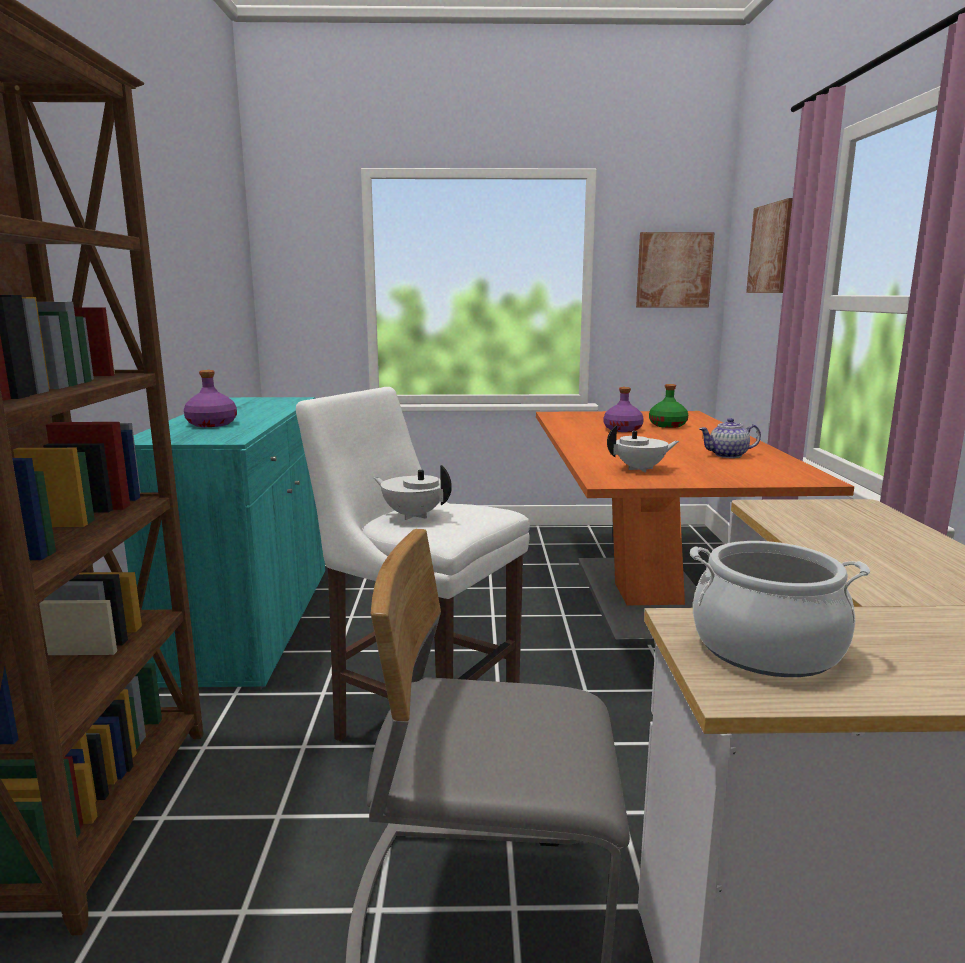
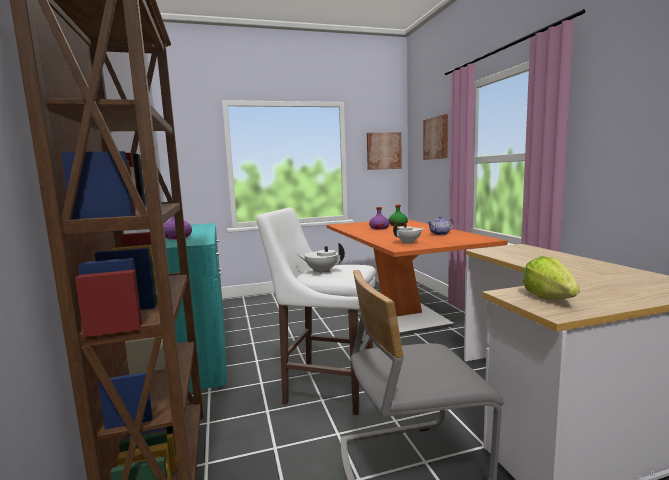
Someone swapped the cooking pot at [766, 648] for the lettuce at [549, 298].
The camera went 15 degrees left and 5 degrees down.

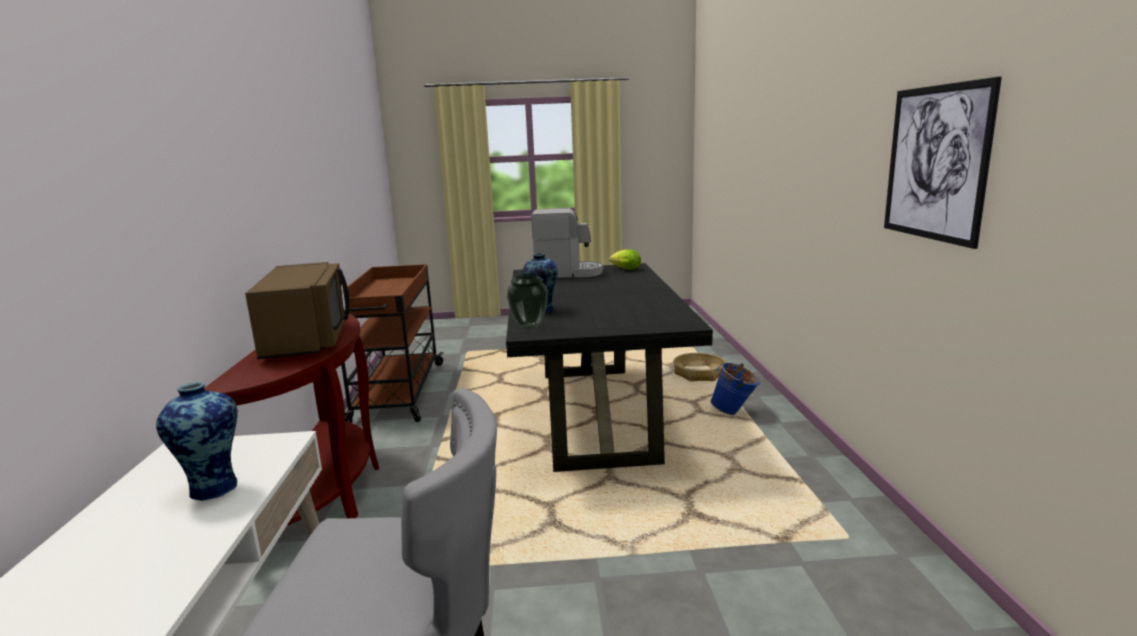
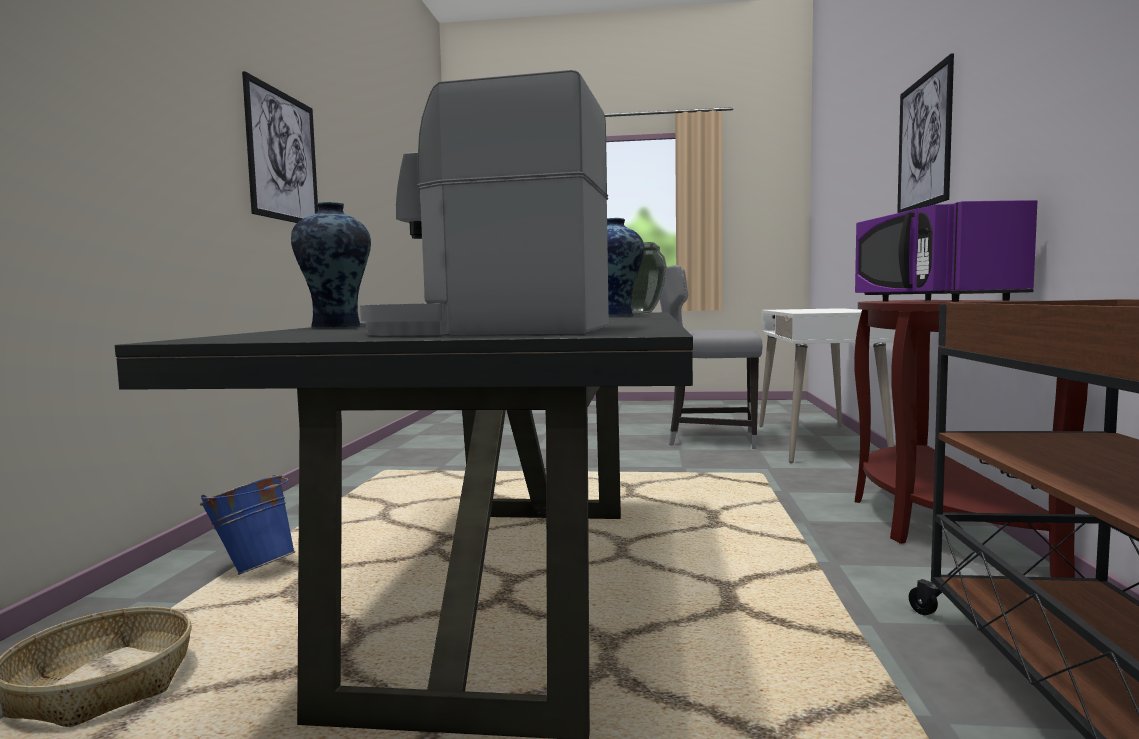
Someone carried the vase from [213, 487] to [336, 327].
Someone repainted the brown microwave at [308, 339], which became the purple microwave at [930, 301].
Someone put up the picture at [924, 142].
Someone took away the lettuce at [624, 269].
The camera went 170 degrees left and 10 degrees down.

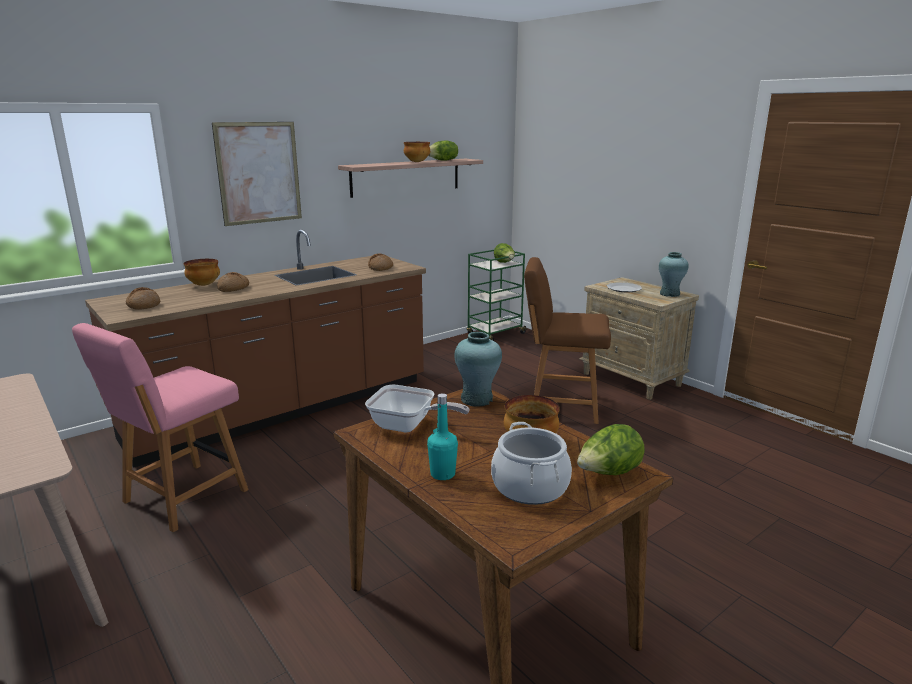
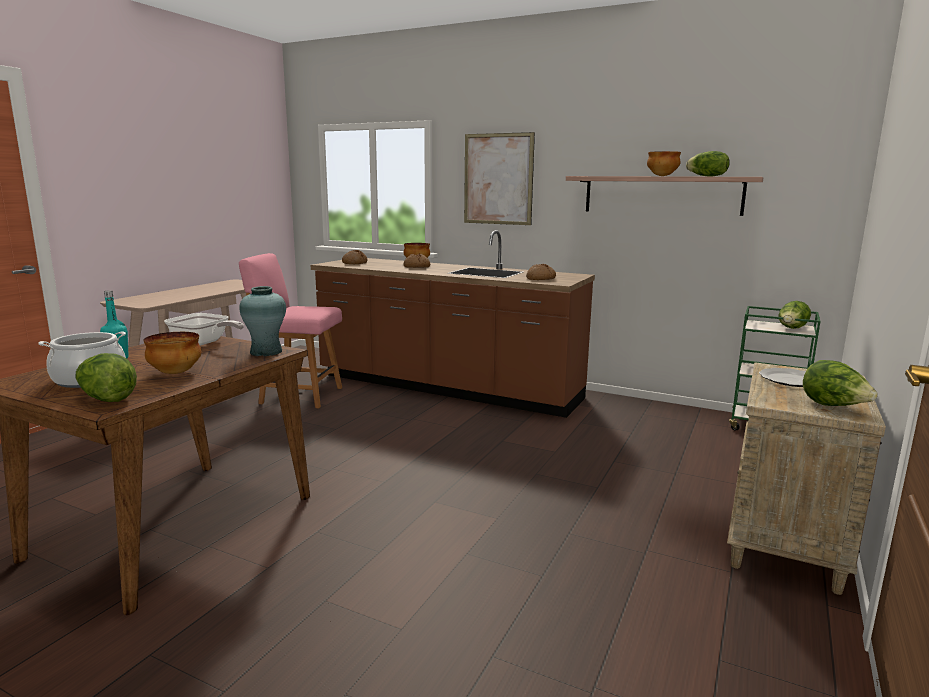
Someone rotated the frying pan at [408, 426] by 60 degrees counterclockwise.
Someone swapped the turquoise vase at [670, 294] for the lettuce at [834, 406].
Someone took away the brown chair at [560, 406].
The camera went 65 degrees right and 5 degrees down.

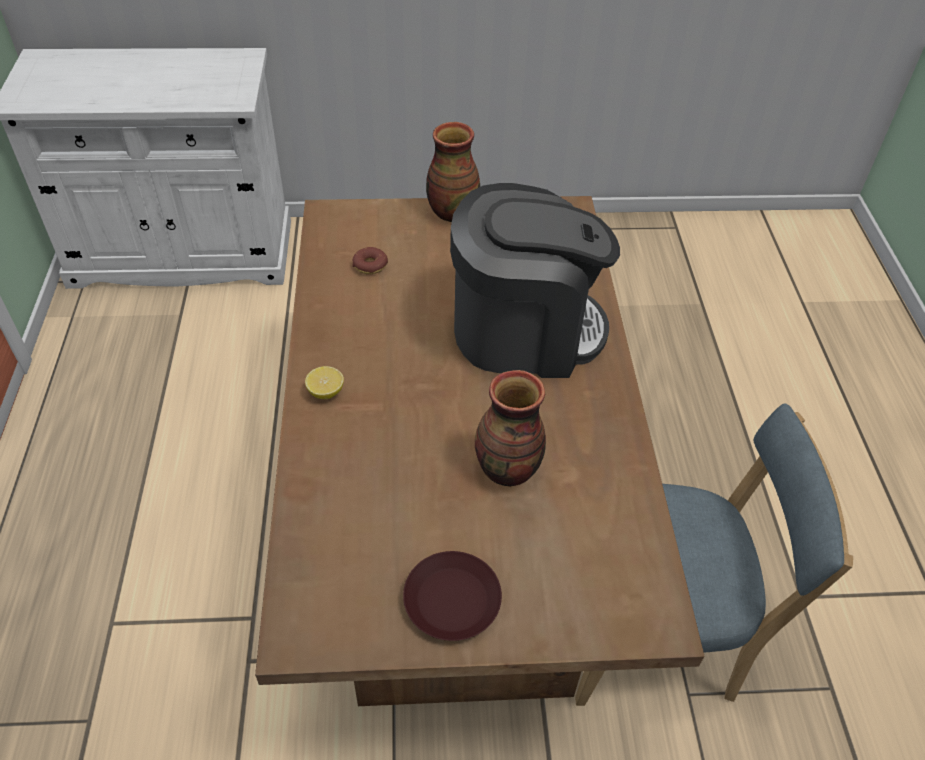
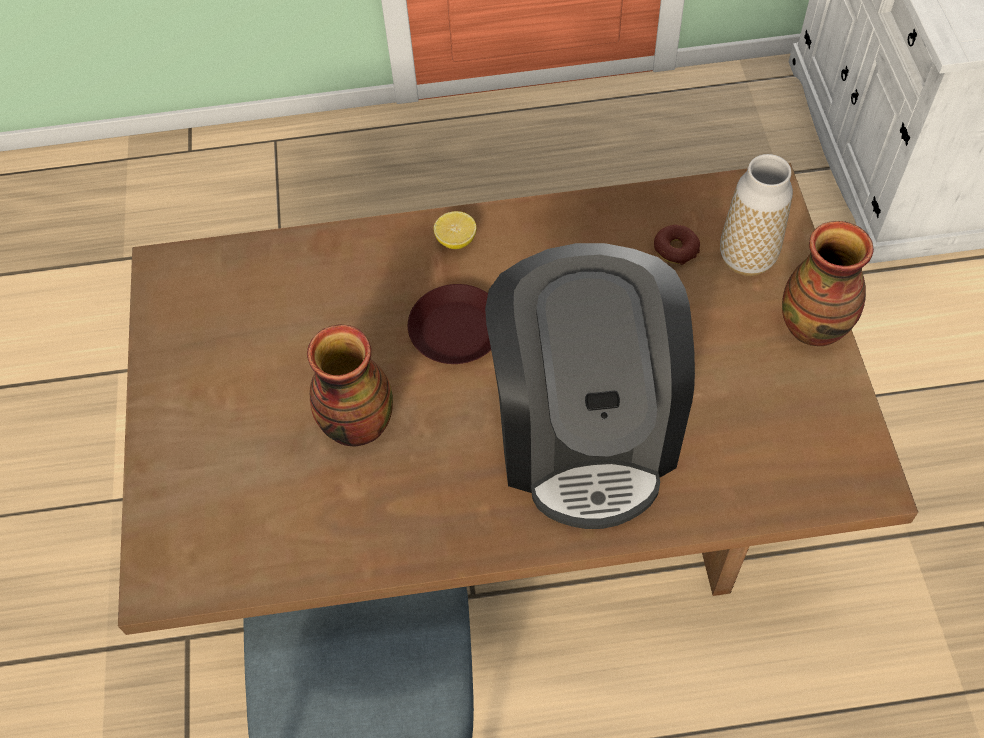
Someone carried the brown plate from [453, 600] to [456, 331].
Someone put down the vase at [746, 258].
The camera went 90 degrees right and 10 degrees up.

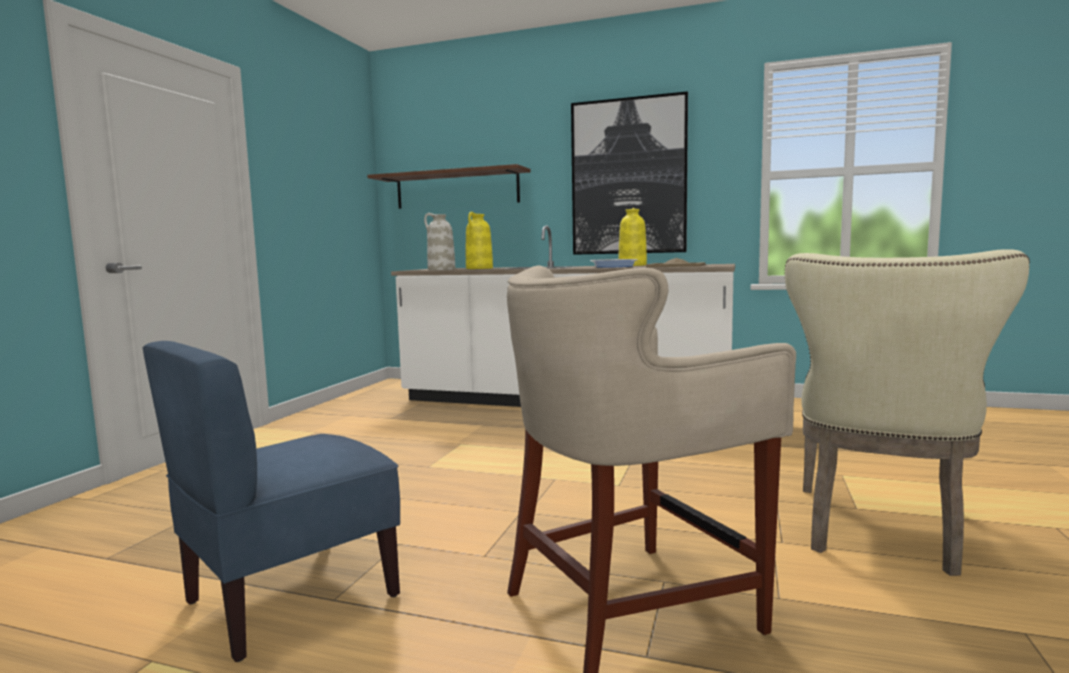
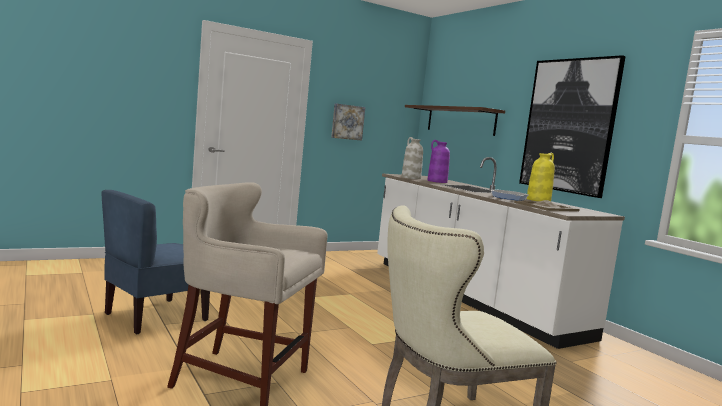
Someone rotated the blue chair at [290, 598] by 45 degrees counterclockwise.
Someone put up the picture at [347, 122].
Someone repainted the yellow vase at [479, 268], which became the purple vase at [437, 181].
The camera went 40 degrees right and 0 degrees up.

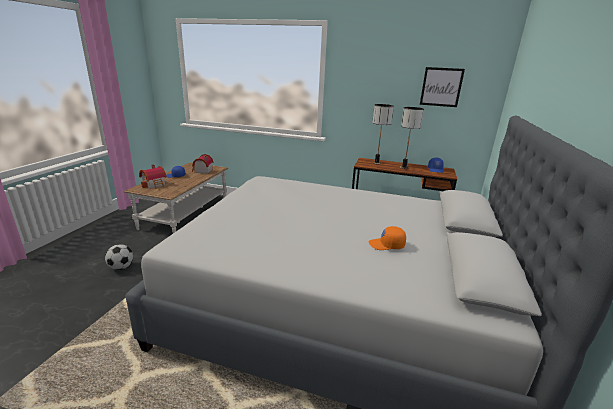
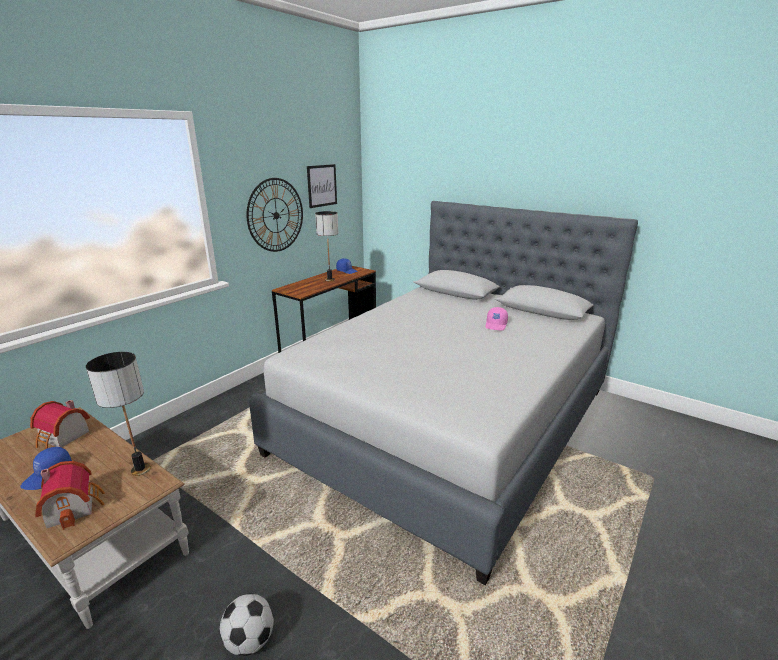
Someone carried the table lamp from [376, 163] to [140, 469].
Someone put up the wall clock at [276, 215].
Someone repainted the orange cap at [386, 245], which became the pink cap at [496, 325].
The camera went 70 degrees left and 0 degrees up.

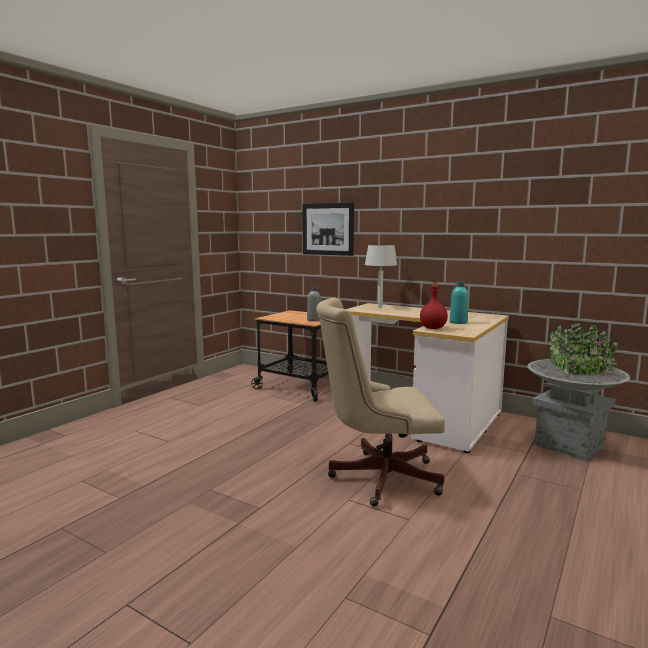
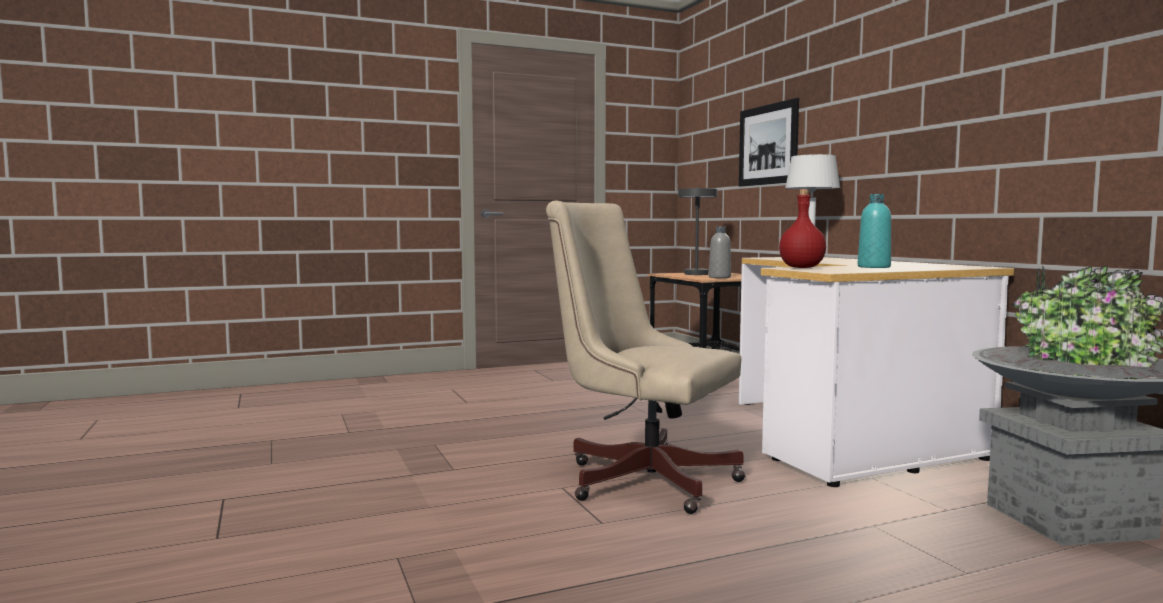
Someone put down the grey table lamp at [698, 274].
The camera went 35 degrees right and 5 degrees down.

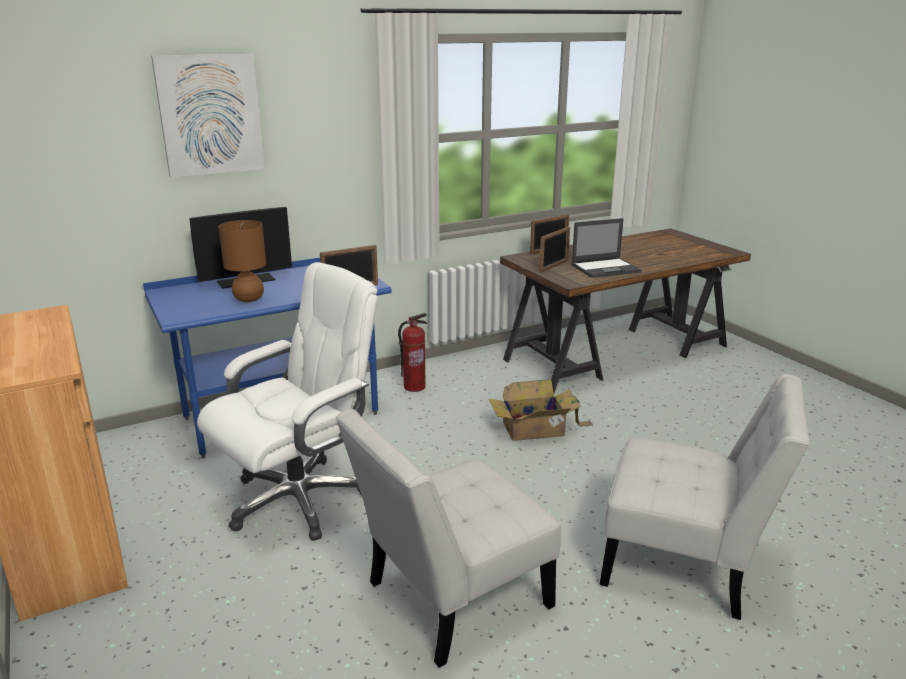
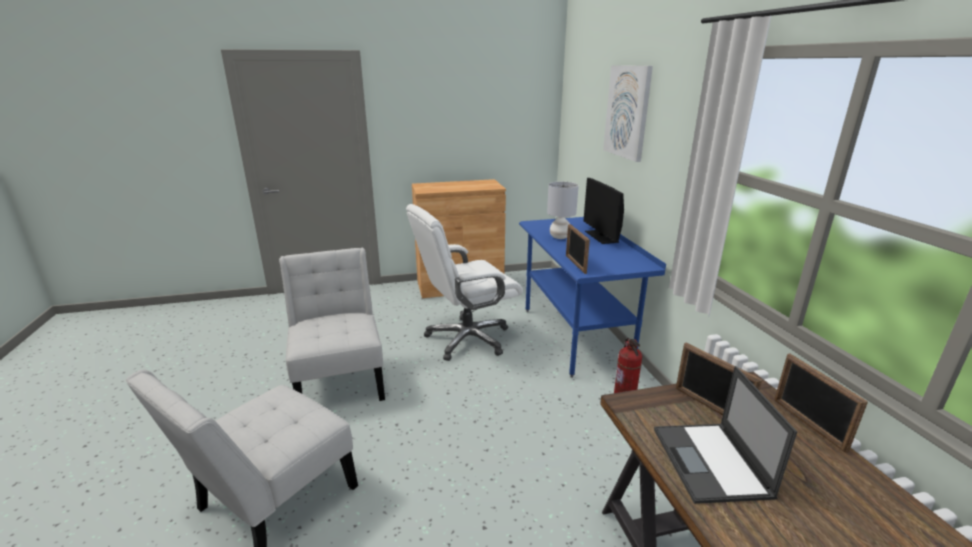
Someone rotated the white office chair at [299, 498] by 90 degrees clockwise.
Someone repainted the brown table lamp at [248, 299], which became the grey table lamp at [560, 237].
Someone took away the cardboard box at [536, 429].
The camera went 105 degrees right and 0 degrees up.

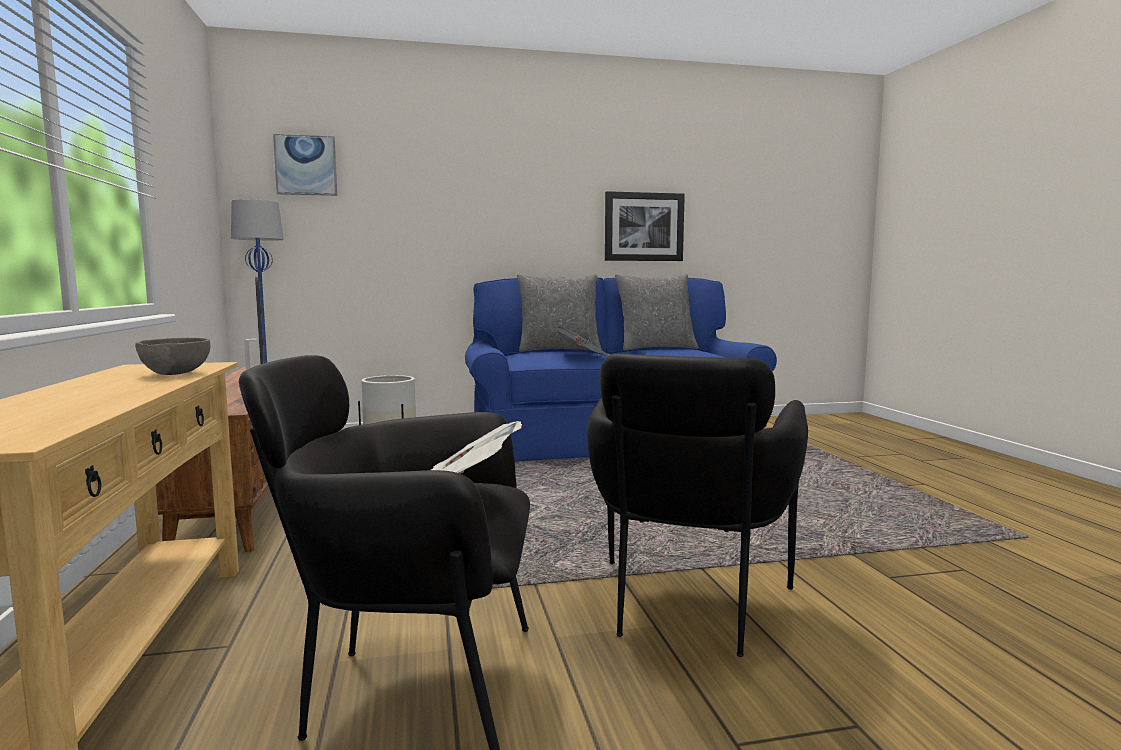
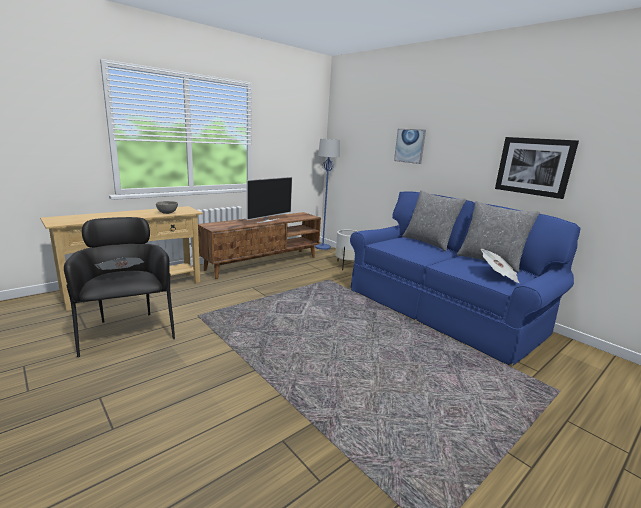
Someone carried the picture from [306, 165] to [410, 146].
Someone carried the newspaper from [582, 356] to [498, 276].
Someone took away the black armchair at [687, 611].
The camera went 60 degrees right and 10 degrees up.

